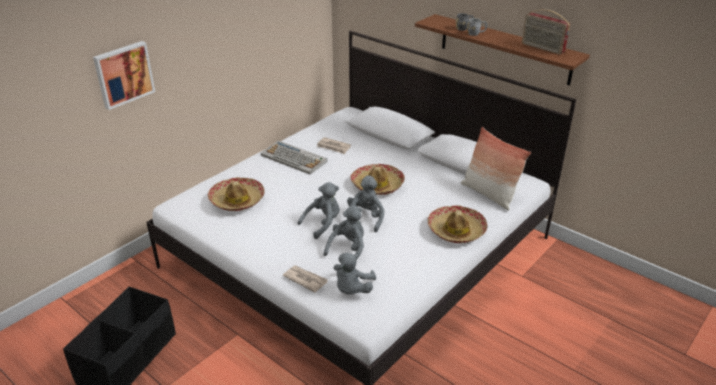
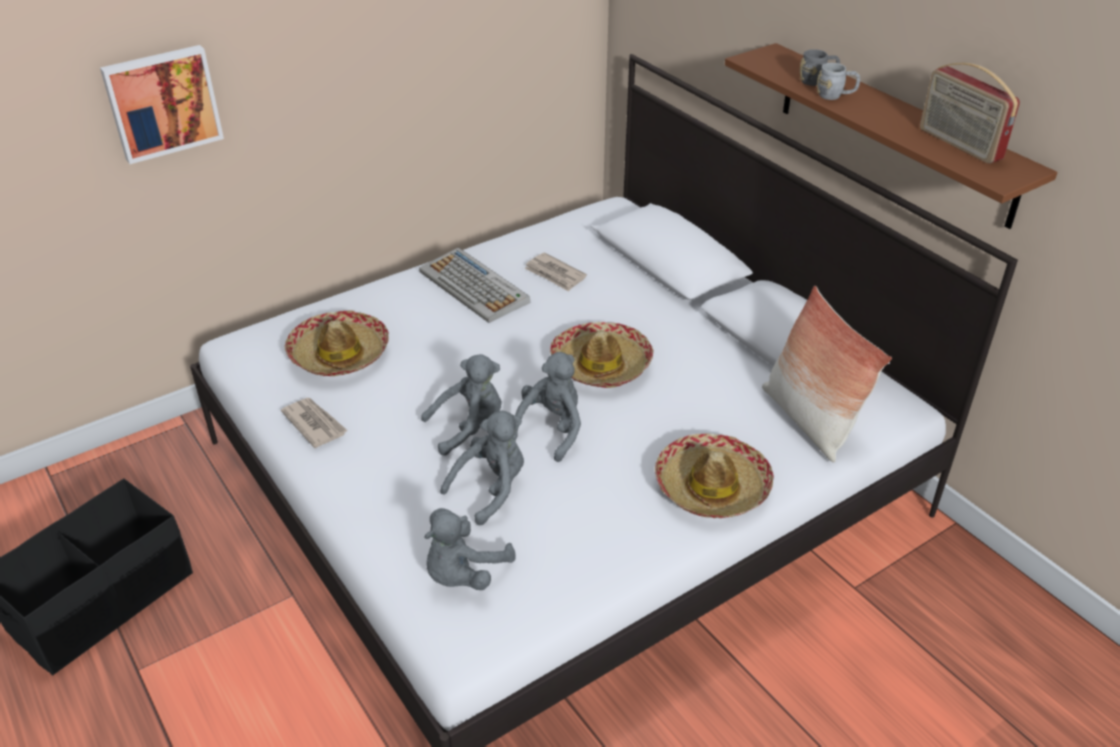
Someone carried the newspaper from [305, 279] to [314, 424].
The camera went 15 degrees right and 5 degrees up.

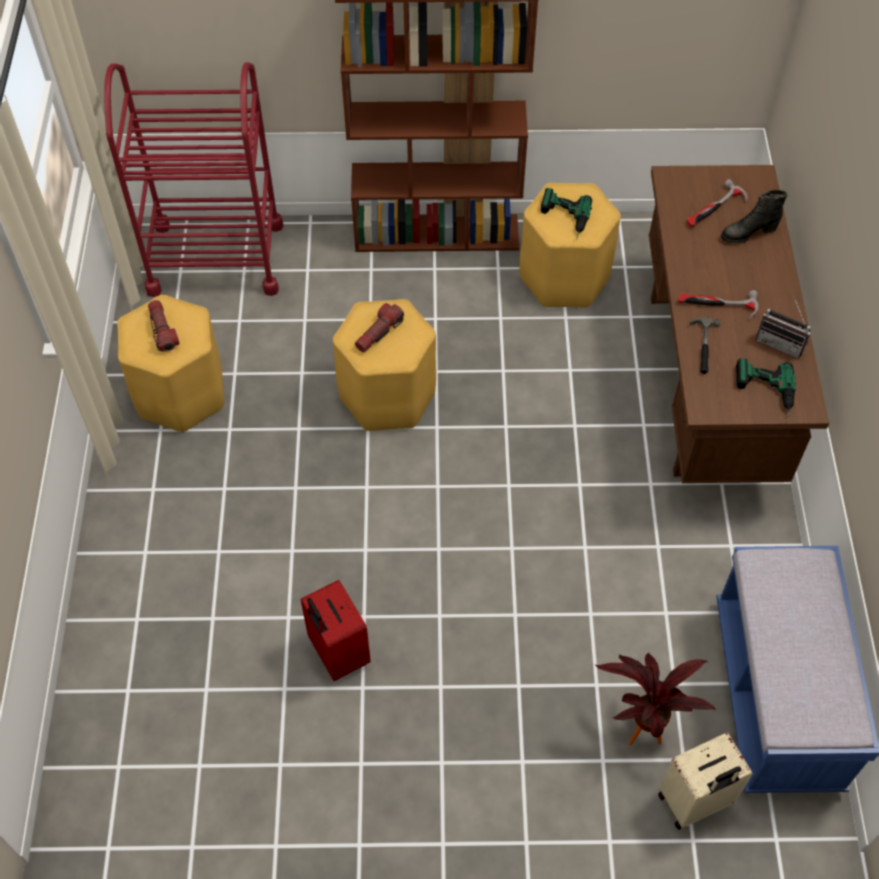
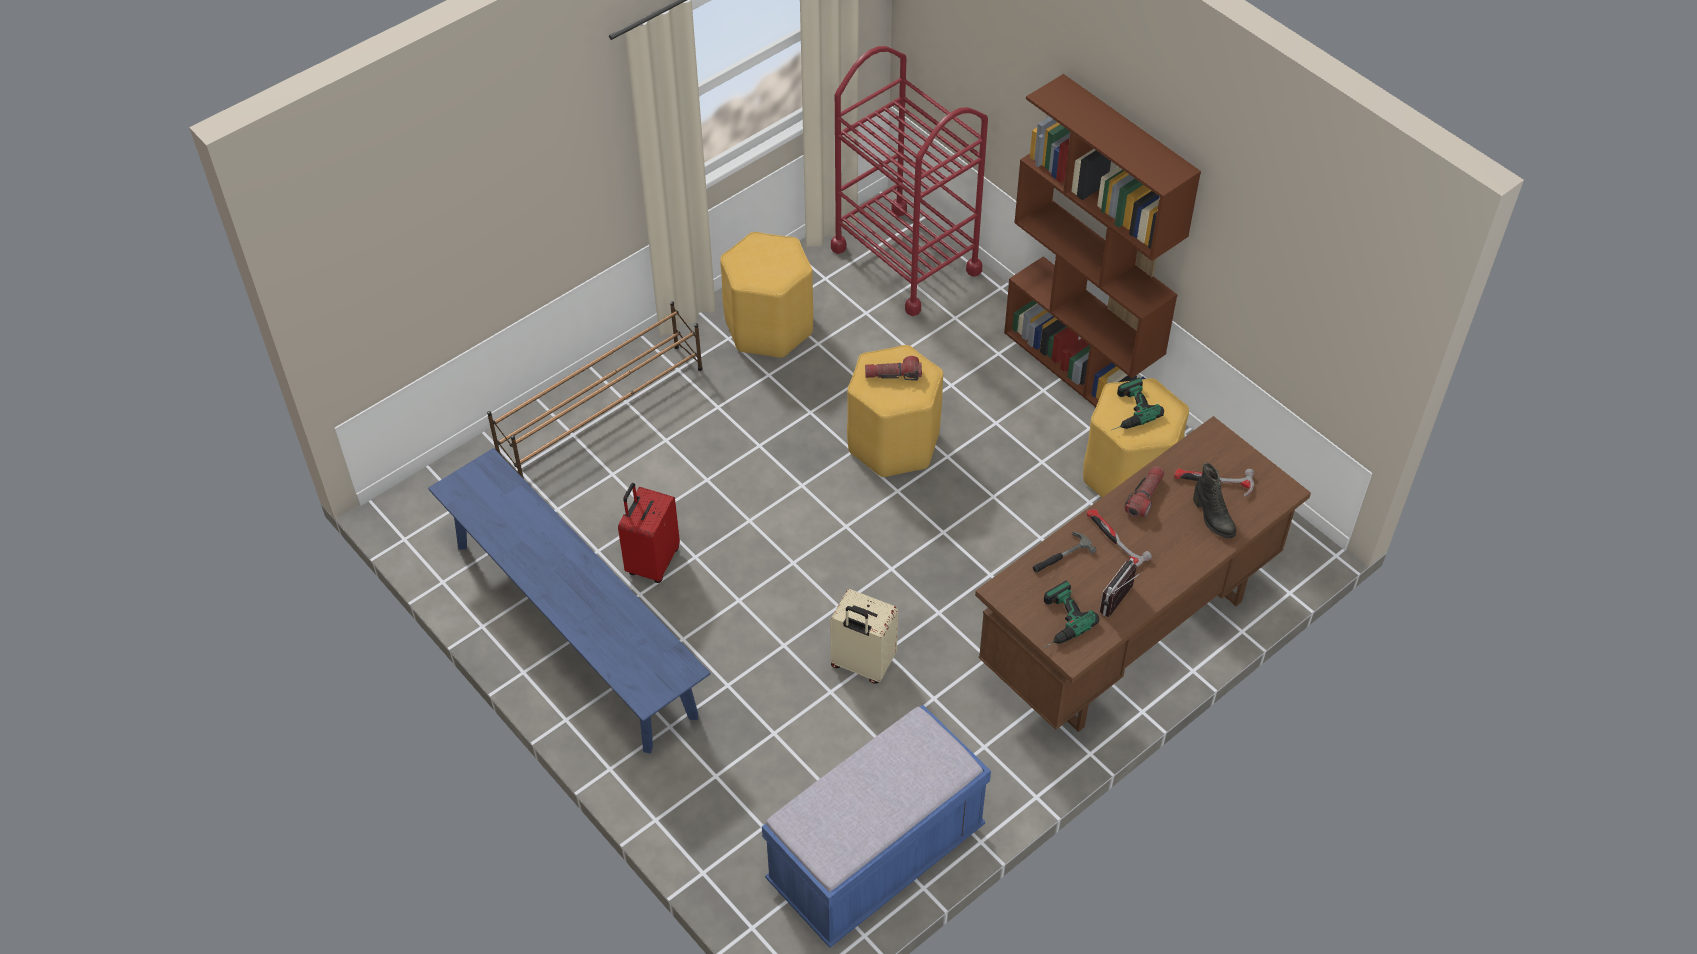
Someone put down the blue bench at [574, 629].
Someone put down the brown shoe rack at [602, 411].
Someone carried the beige suitcase from [695, 802] to [862, 664].
Someone rotated the radio at [781, 342] by 45 degrees clockwise.
Someone carried the flashlight from [163, 331] to [1144, 497].
Someone rotated the black boot at [748, 233] by 150 degrees counterclockwise.
Someone took away the potted plant at [640, 725].
The camera went 50 degrees right and 5 degrees down.

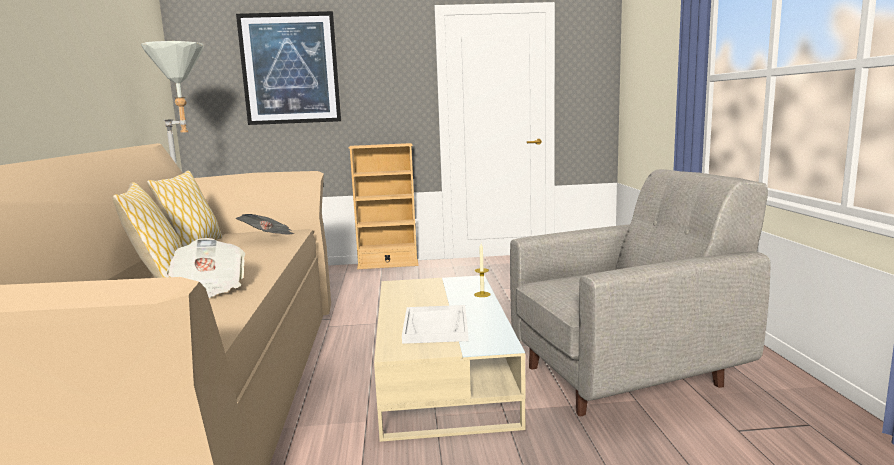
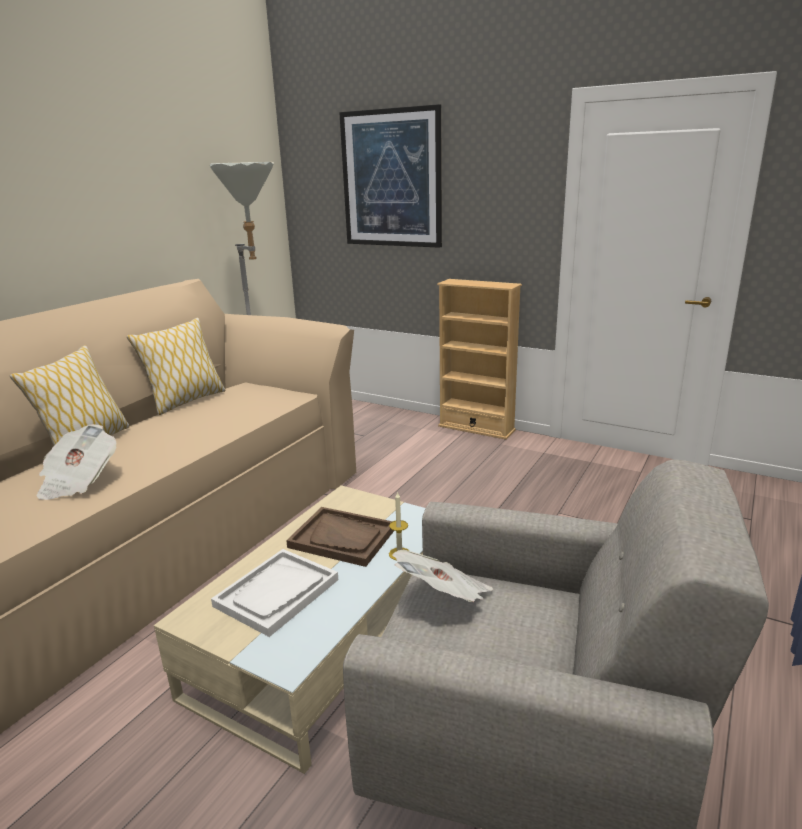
Someone put down the brown tray at [342, 538].
Someone carried the newspaper from [269, 239] to [444, 597].
The camera went 35 degrees right and 10 degrees up.

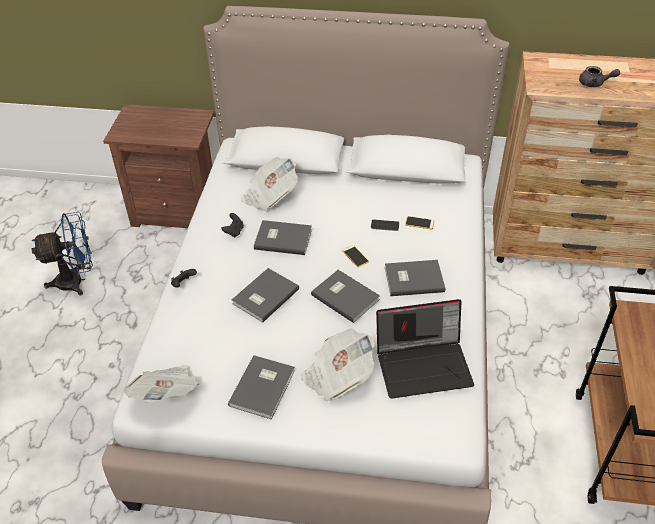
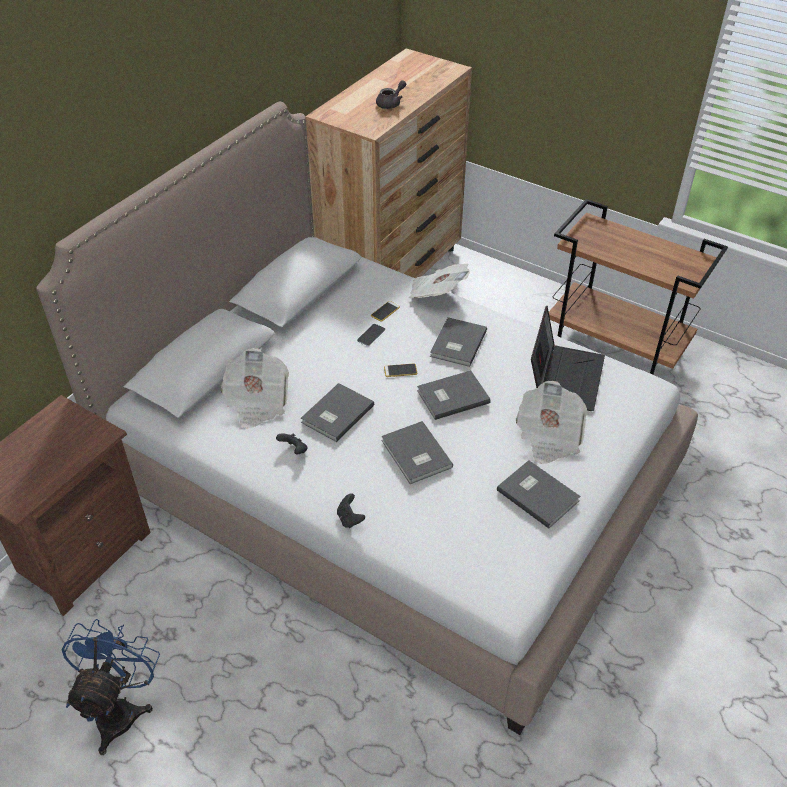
Someone carried the newspaper from [167, 394] to [437, 294].
The camera went 65 degrees left and 0 degrees up.

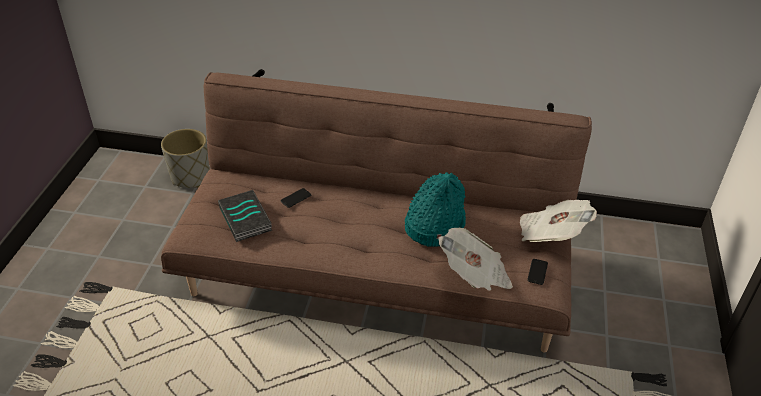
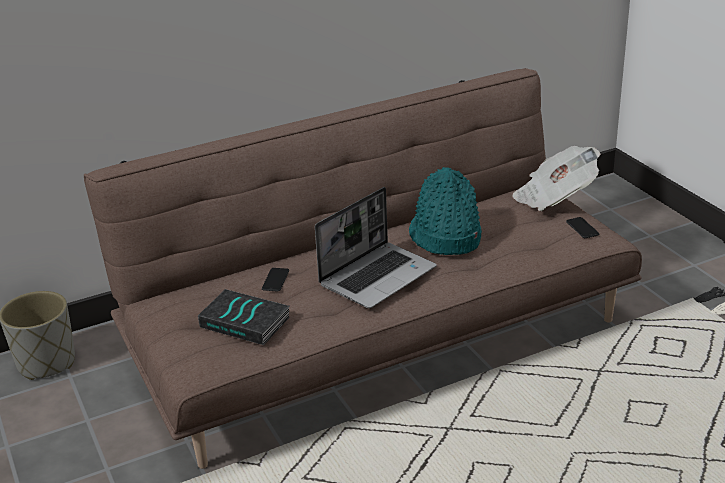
Someone put down the laptop at [378, 276].
Someone took away the newspaper at [475, 275].
The camera went 35 degrees left and 10 degrees down.

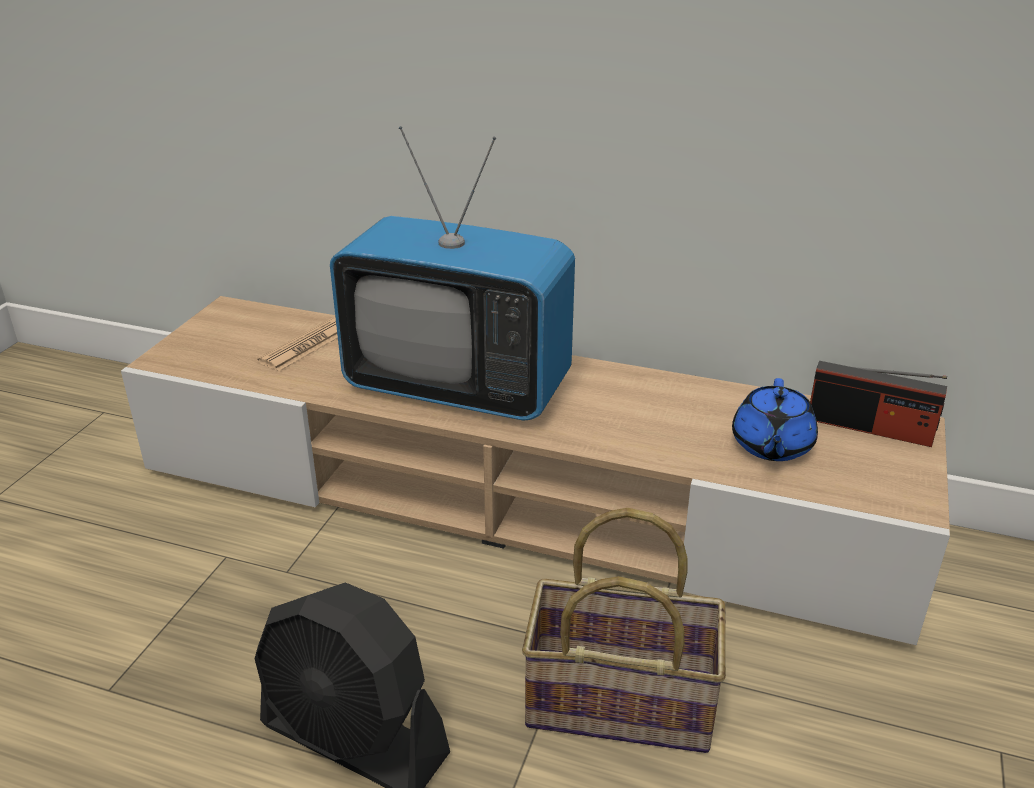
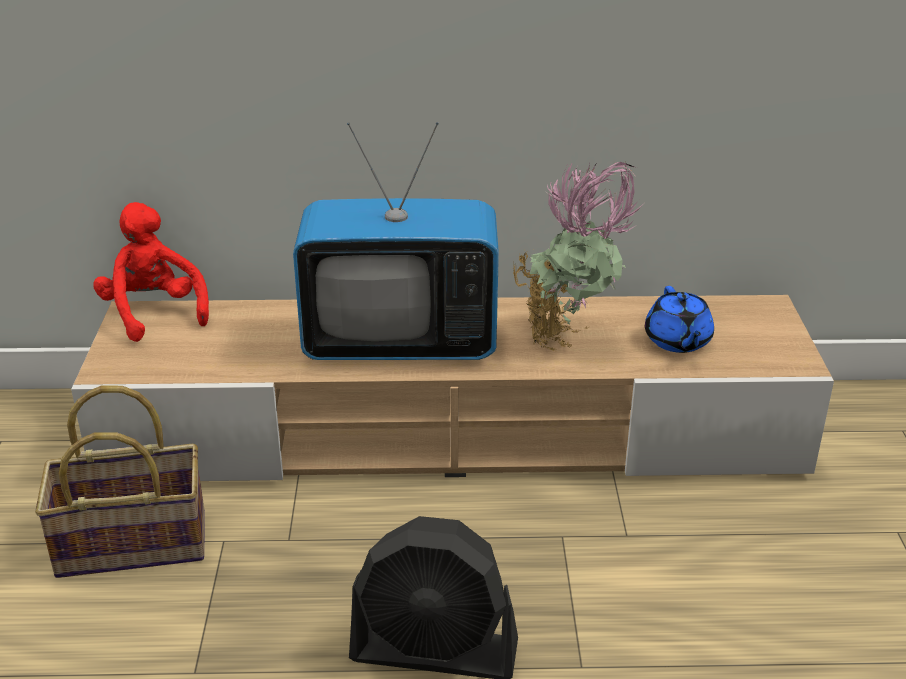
Someone carried the basket from [621, 700] to [133, 542].
Someone put down the red plush toy at [154, 313].
Someone put down the potted plant at [570, 338].
Someone took away the newspaper at [306, 346].
Someone took away the radio at [869, 427].
The camera went 20 degrees left and 0 degrees up.

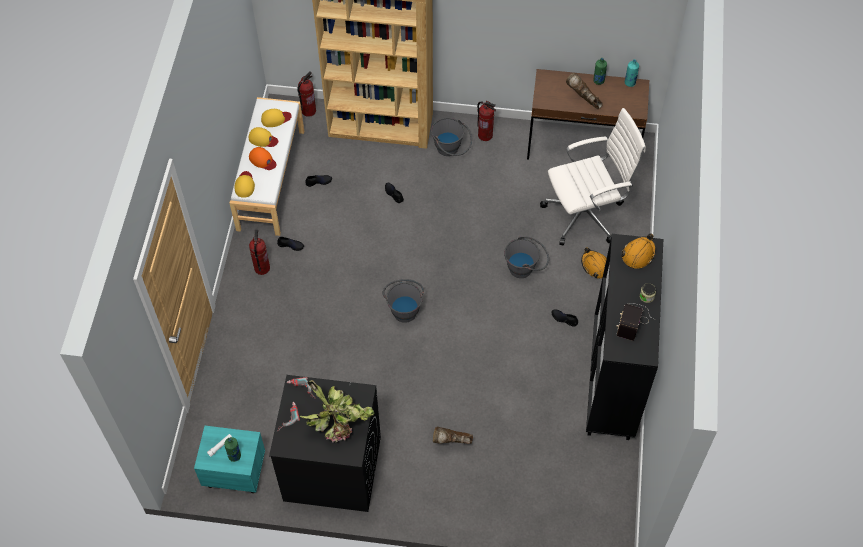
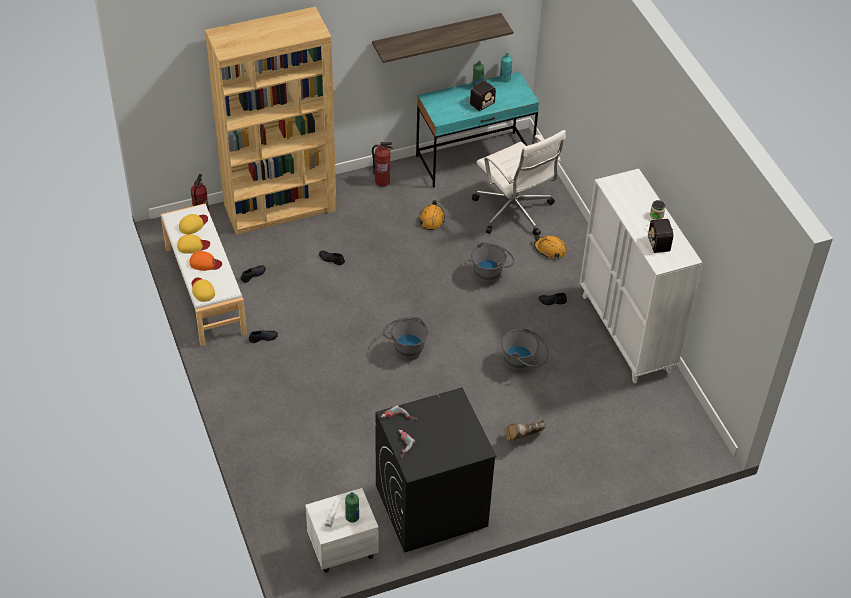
Someone repainted the turquoise nightstand at [234, 472], which became the white nightstand at [341, 549].
Someone put up the shelf at [436, 37].
Someone repainted the brown desk at [583, 146], which became the turquoise desk at [474, 159].
Someone carried the orange hard hat from [638, 254] to [431, 219].
Someone swapped the brown boot at [583, 100] for the radio at [475, 105].
Someone rotated the white office chair at [586, 214] by 105 degrees clockwise.
Someone carried the grey bucket from [451, 150] to [523, 364].
Someone repainted the black cabinet at [612, 382], which became the white cabinet at [626, 334].
Someone took away the fire extinguisher at [261, 268].
Someone took away the potted plant at [338, 423].
The camera went 30 degrees left and 10 degrees down.

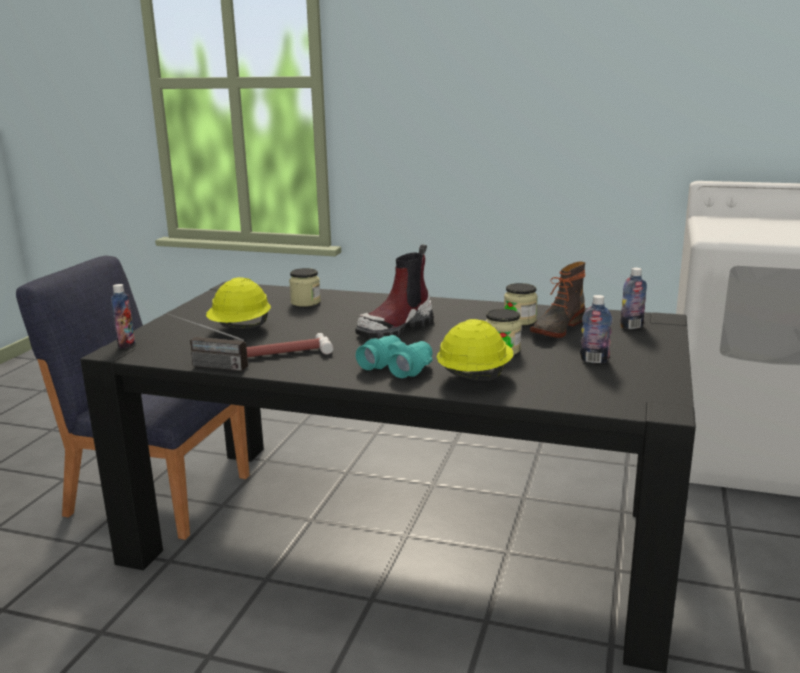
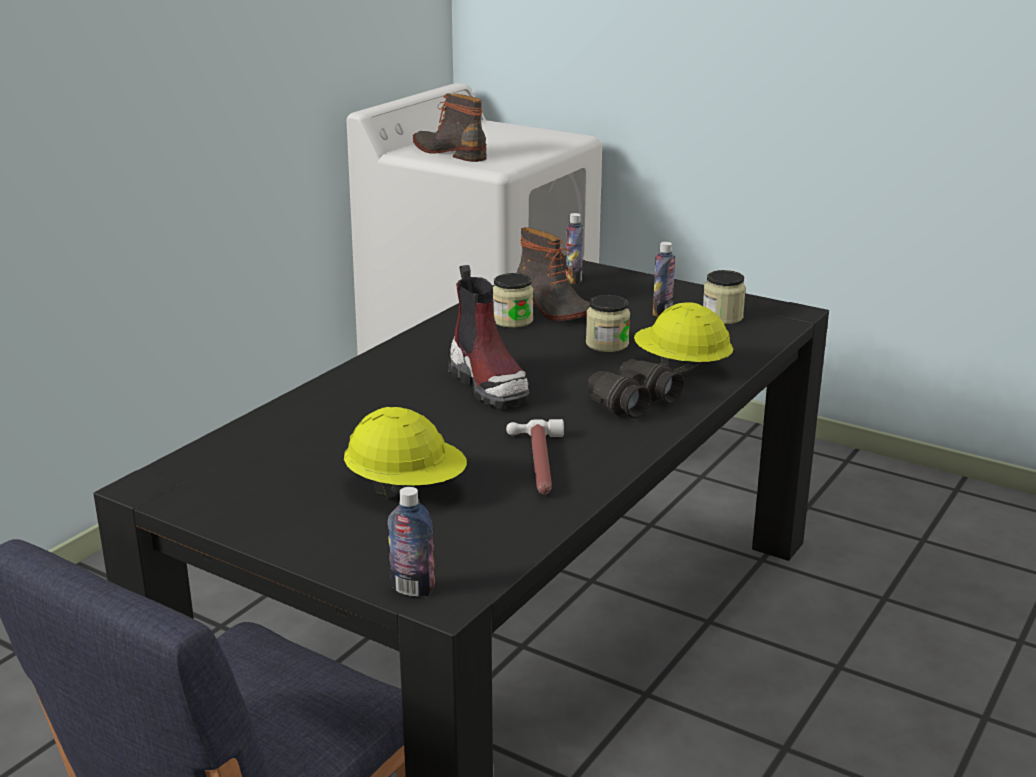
Someone put down the boot at [451, 152].
Someone repainted the turquoise binoculars at [397, 367], which became the black binoculars at [631, 401].
Someone carried the jar from [305, 302] to [722, 317].
Someone took away the radio at [206, 365].
The camera went 75 degrees left and 5 degrees up.

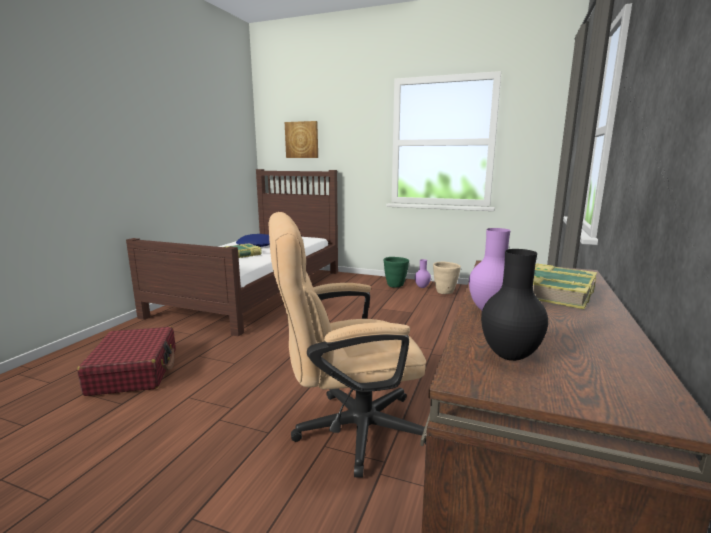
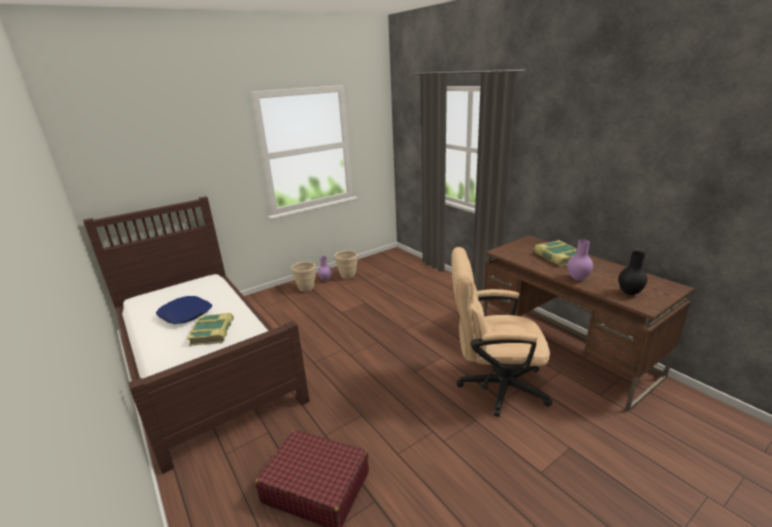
Someone repainted the green planter at [395, 285], which became the beige planter at [306, 288].
Someone rotated the beige office chair at [348, 430] by 75 degrees clockwise.
Someone took away the picture at [302, 140].
The camera went 55 degrees left and 10 degrees up.

